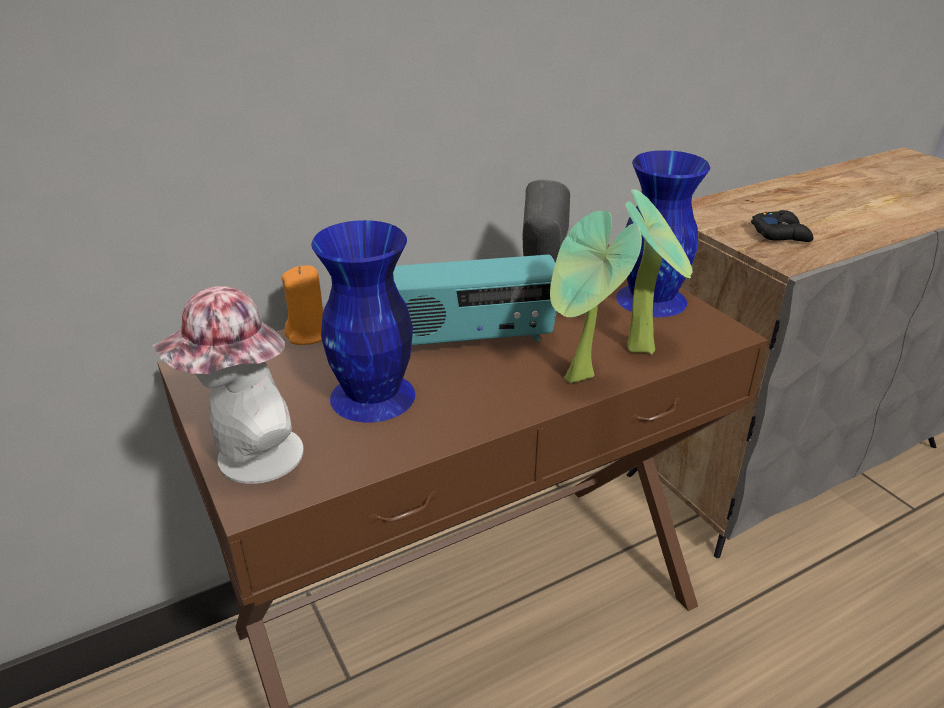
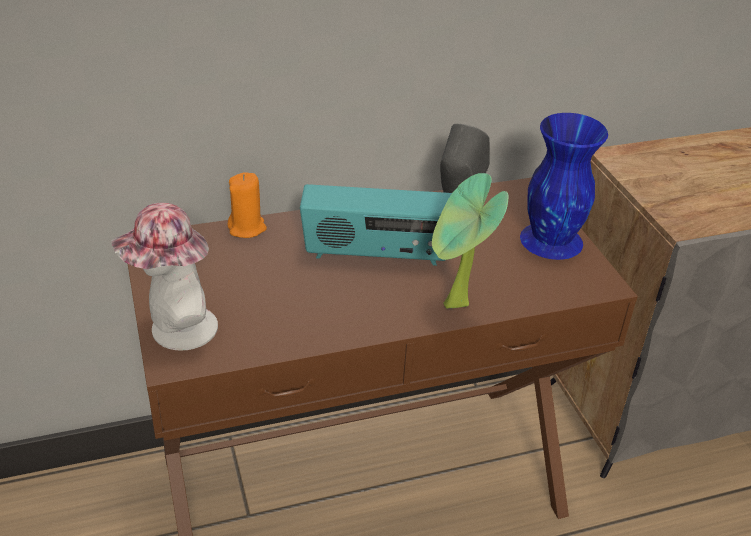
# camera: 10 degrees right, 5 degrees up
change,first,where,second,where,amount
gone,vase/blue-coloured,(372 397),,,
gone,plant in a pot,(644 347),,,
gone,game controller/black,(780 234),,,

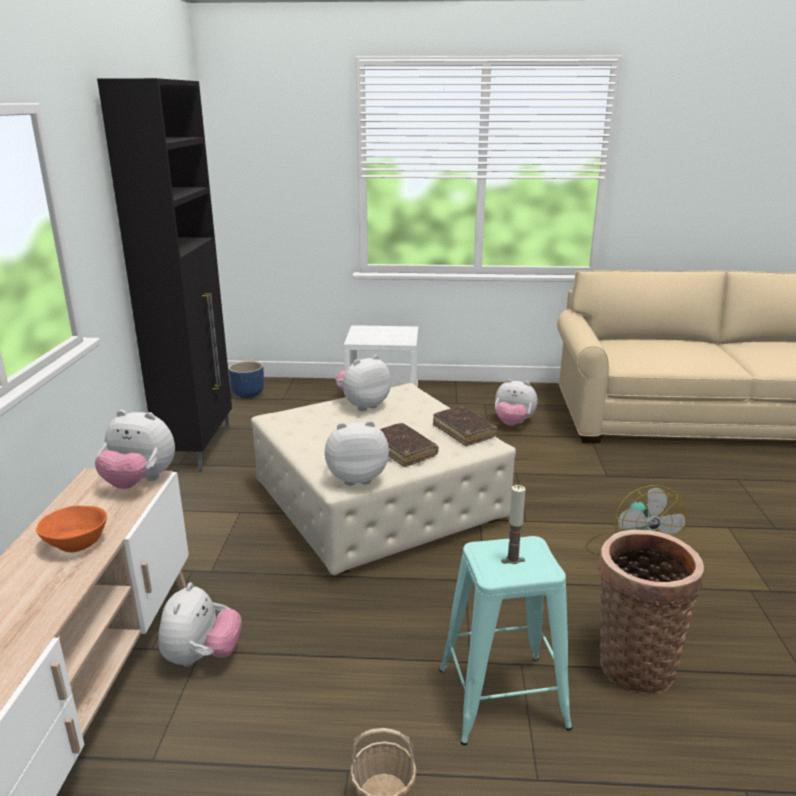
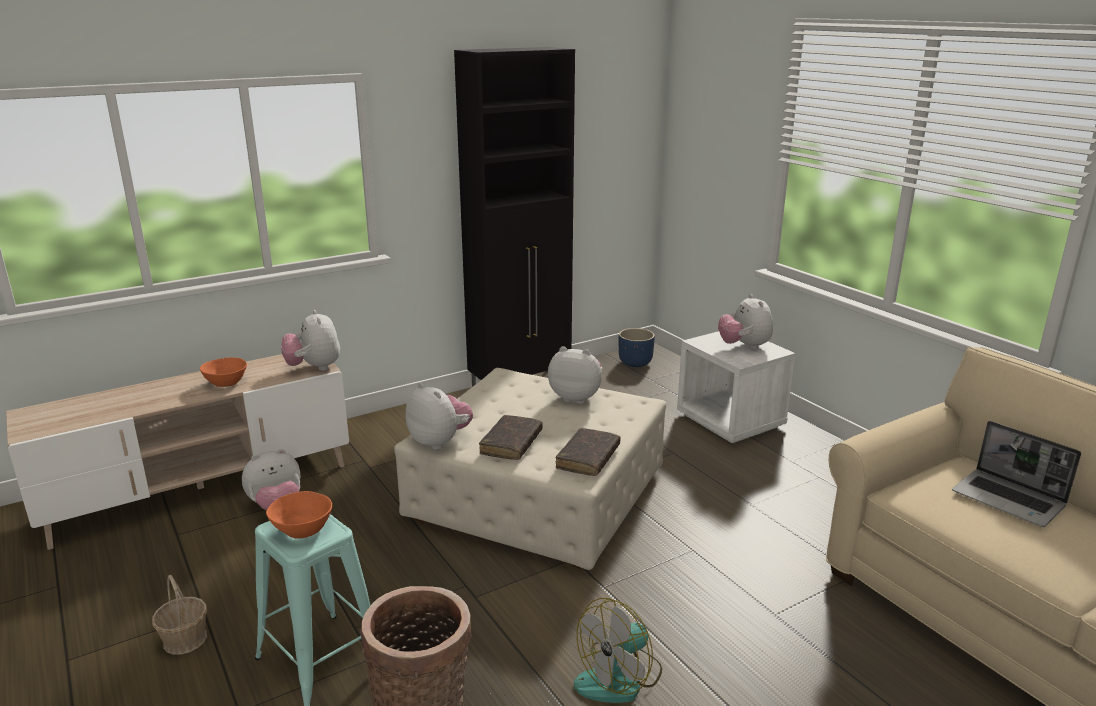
# camera: 55 degrees right, 0 degrees up
change,first,where,second,where,amount
shifted,cuddly toy,(513 423),,(744 346),
swapped,wax light,(513 559),bowl/orange-coloured,(303 529),
new,,,portable computer,(1009 499),

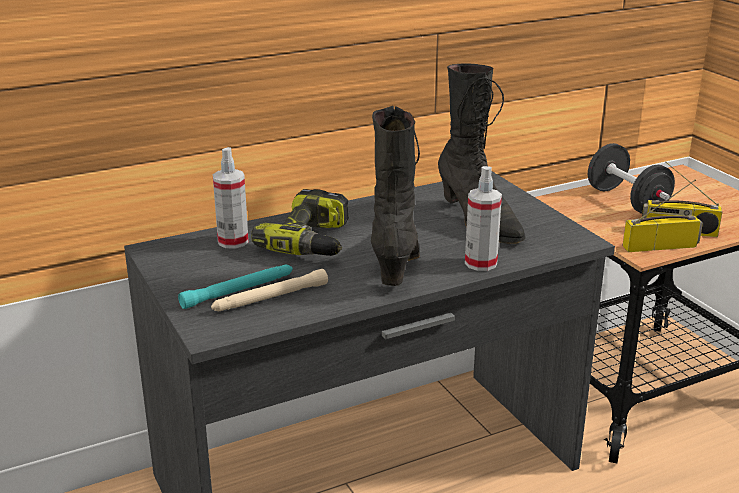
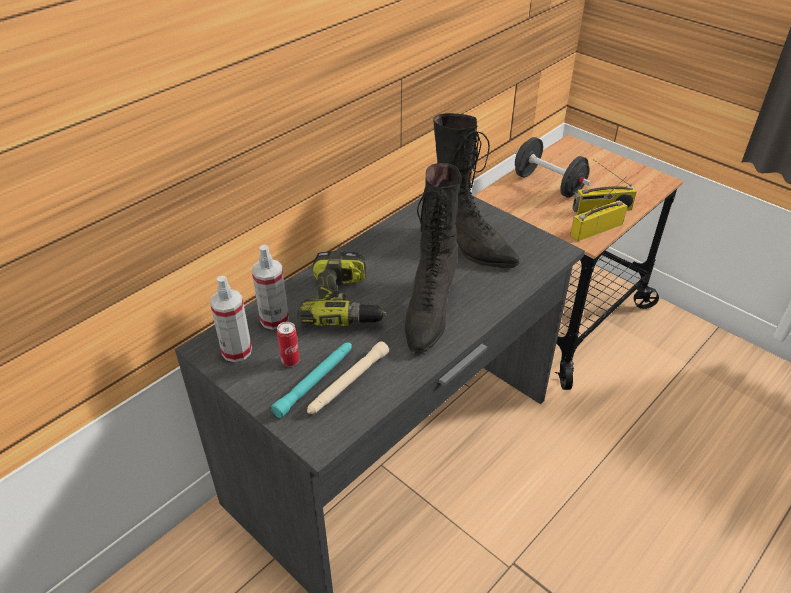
# camera: 20 degrees left, 15 degrees up
change,first,where,second,where,amount
rotated,boot/black,(396 263),,(429 312),150 degrees counterclockwise
shifted,sprayer,(480 263),,(236 351),
new,,,metal can,(290 361),

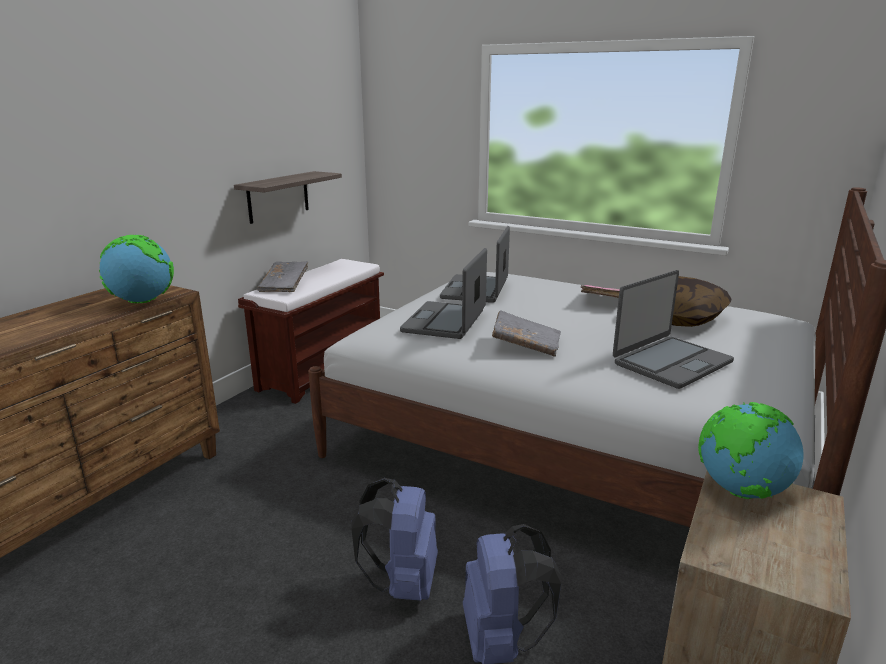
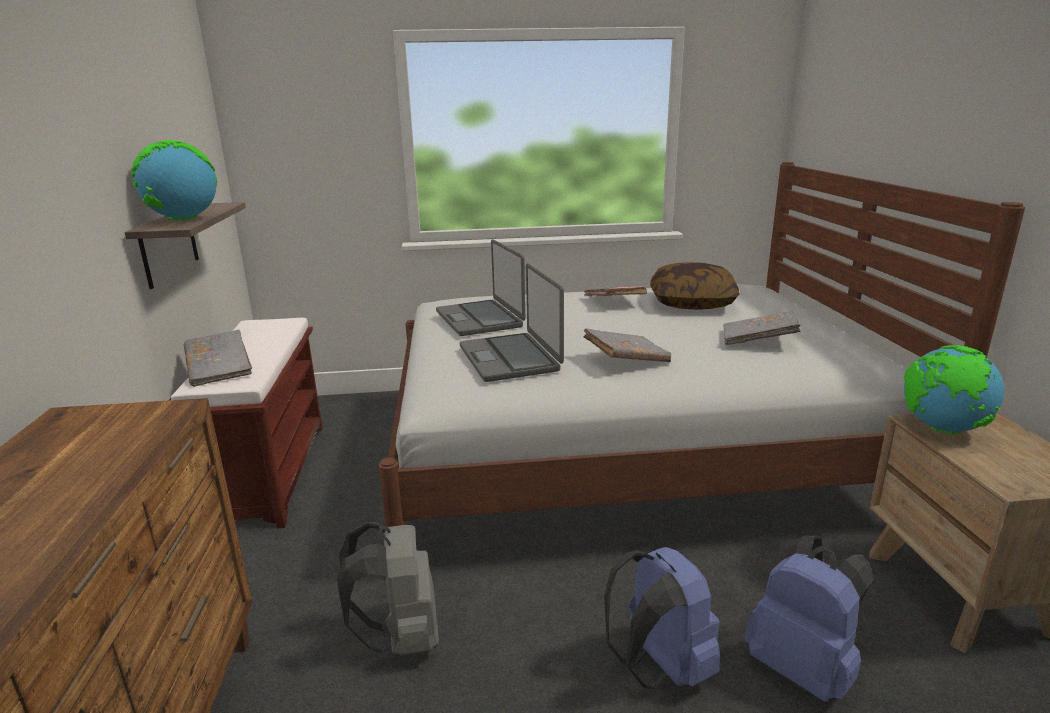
# camera: 35 degrees left, 0 degrees up
change,first,where,second,where,amount
shifted,world globe,(142 301),,(183 219),
swapped,portable computer,(671 362),bound book/grey,(758 340),
new,,,backpack/grey,(401 636),

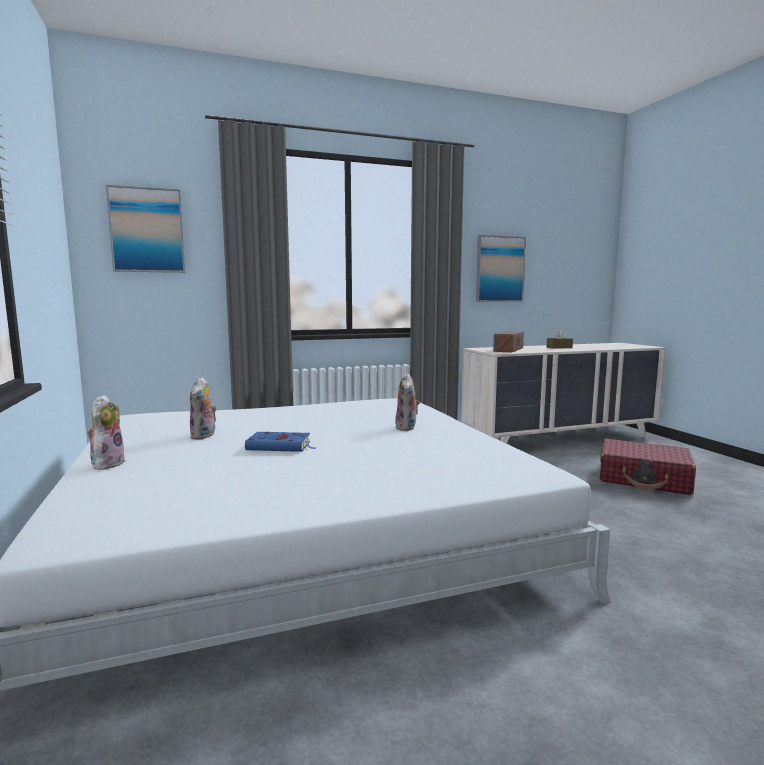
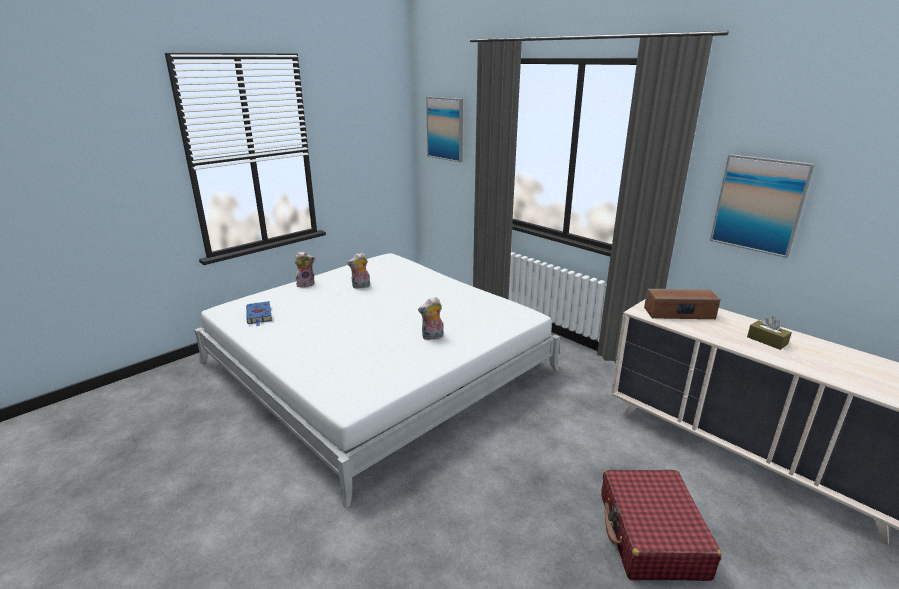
# camera: 65 degrees right, 15 degrees up
change,first,where,second,where,amount
shifted,bound book/blue-coloured,(280 446),,(259 315),

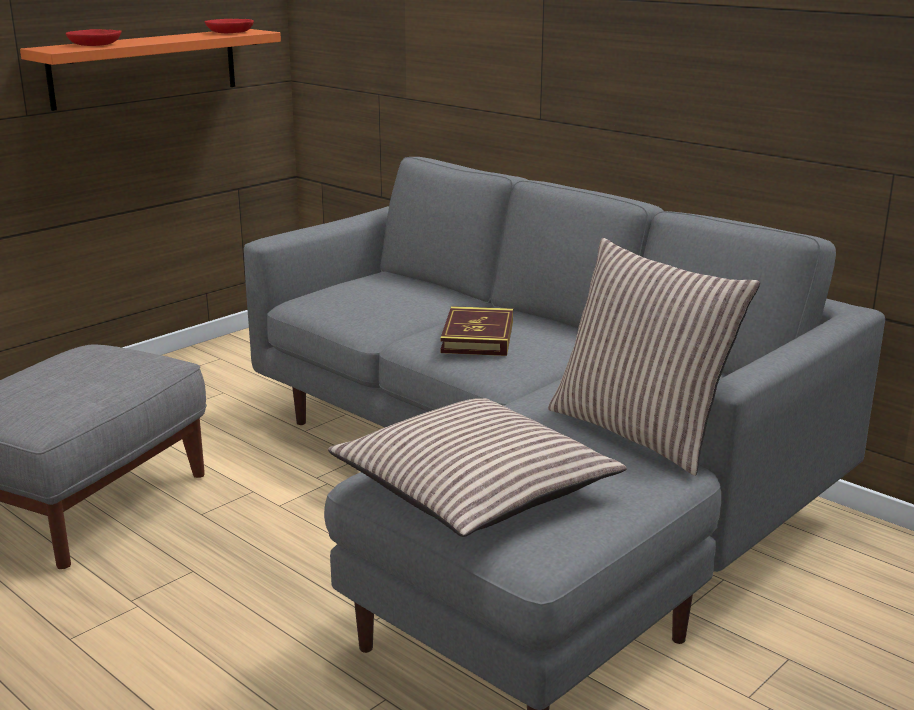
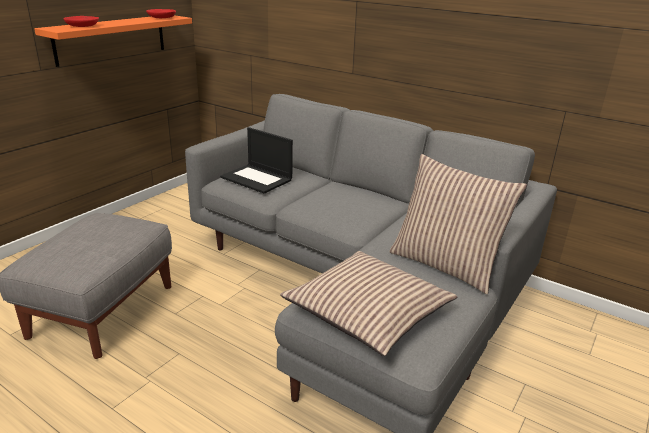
# camera: 10 degrees left, 5 degrees up
change,first,where,second,where,amount
gone,bound book,(477 337),,,
new,,,portable computer,(257 179),

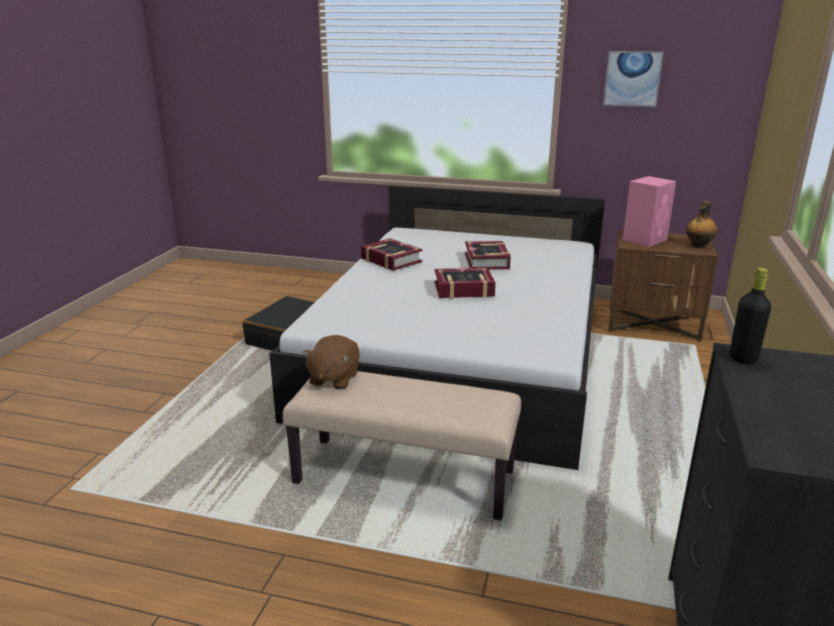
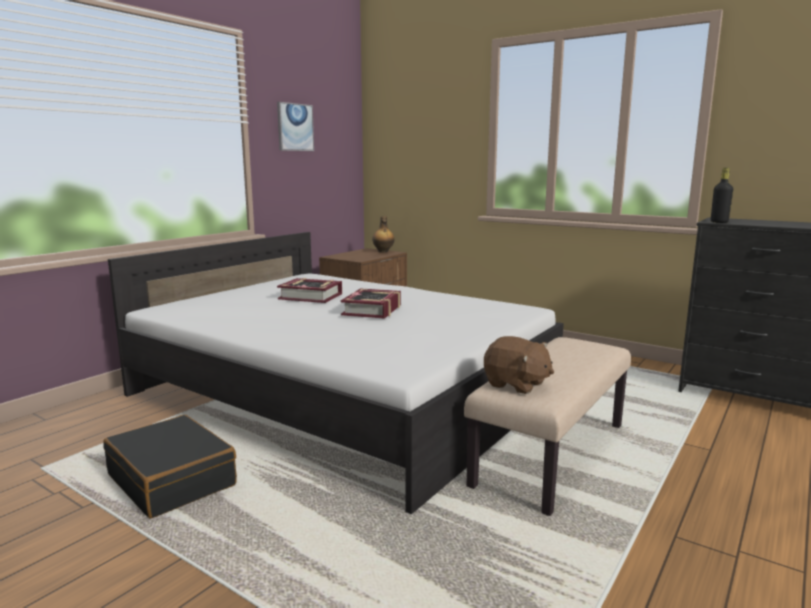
# camera: 70 degrees left, 10 degrees down
change,first,where,second,where,amount
gone,bound book,(391 260),,,
gone,loudspeaker/pink-coloured,(645 239),,,

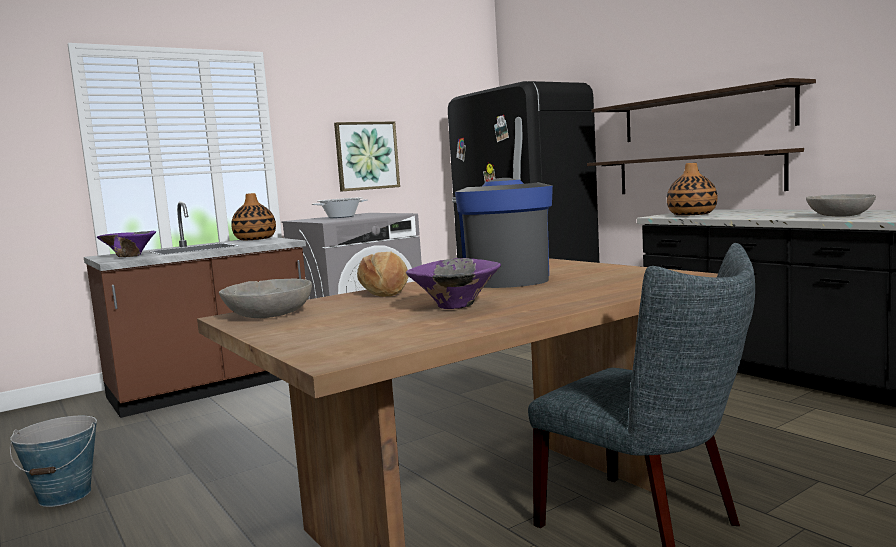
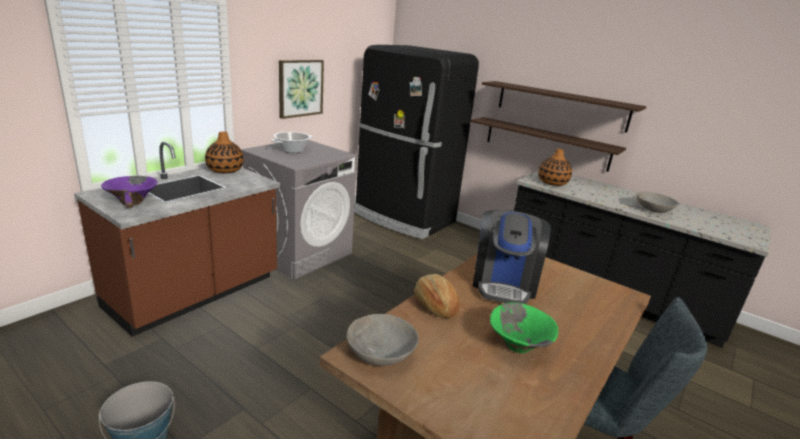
# camera: 20 degrees left, 15 degrees up
change,first,where,second,where,amount
repainted,bowl/purplish,(455 307),bowl/green-coloured,(517 346),
rotated,coffee machine,(506 278),,(504 284),150 degrees counterclockwise

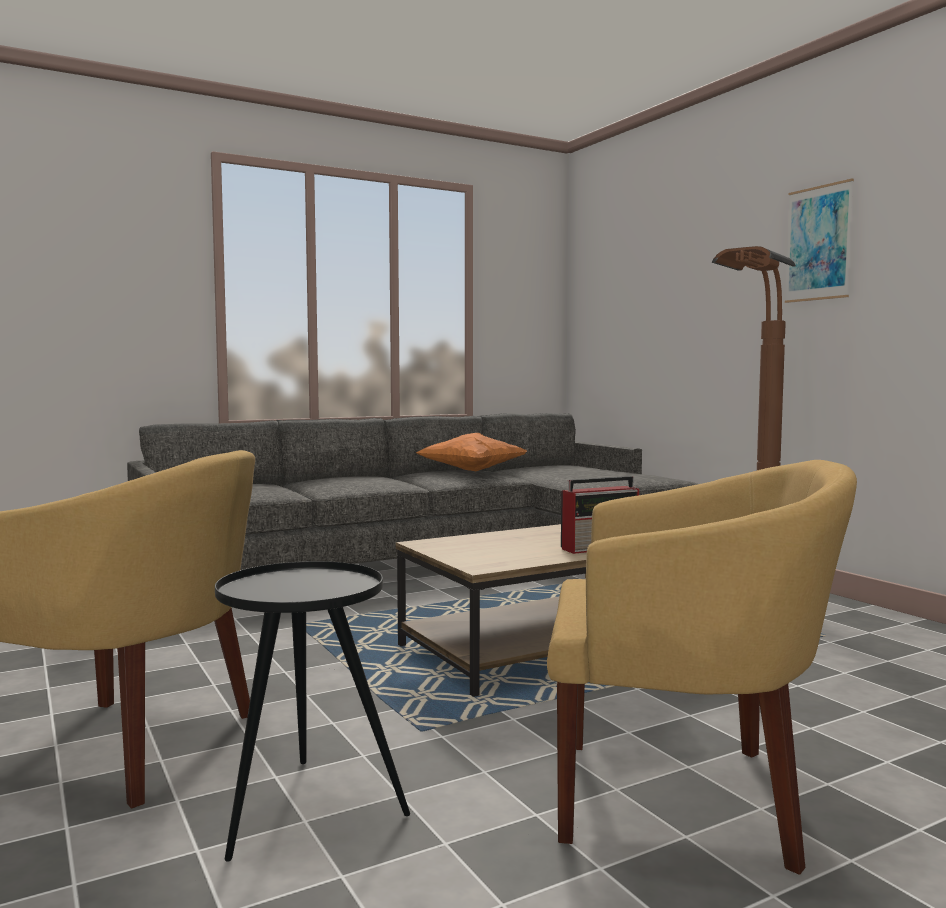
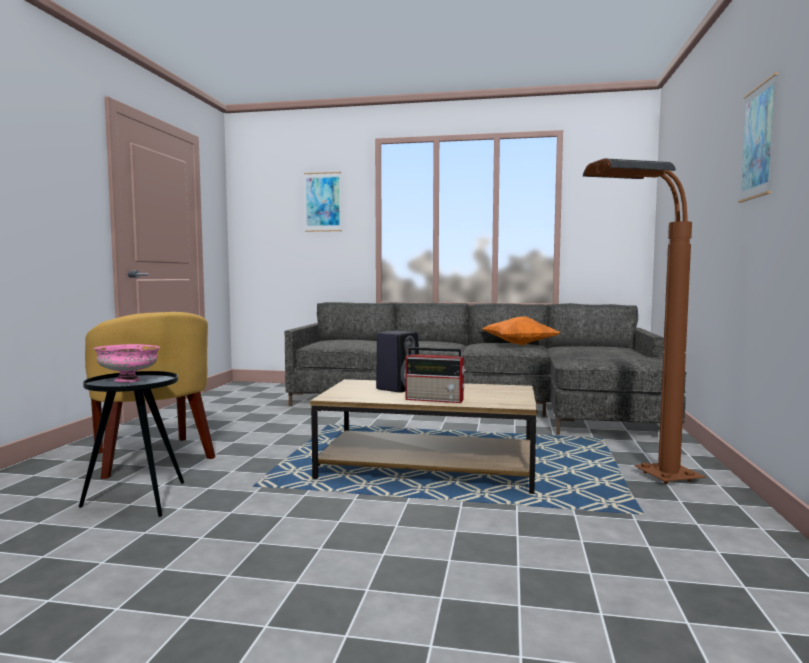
# camera: 40 degrees right, 0 degrees up
change,first,where,second,where,amount
gone,armchair/yellow,(684 798),,,
new,,,bowl/pink-coloured,(128 380),
new,,,picture,(323 202),
new,,,loudspeaker/black,(398 388),

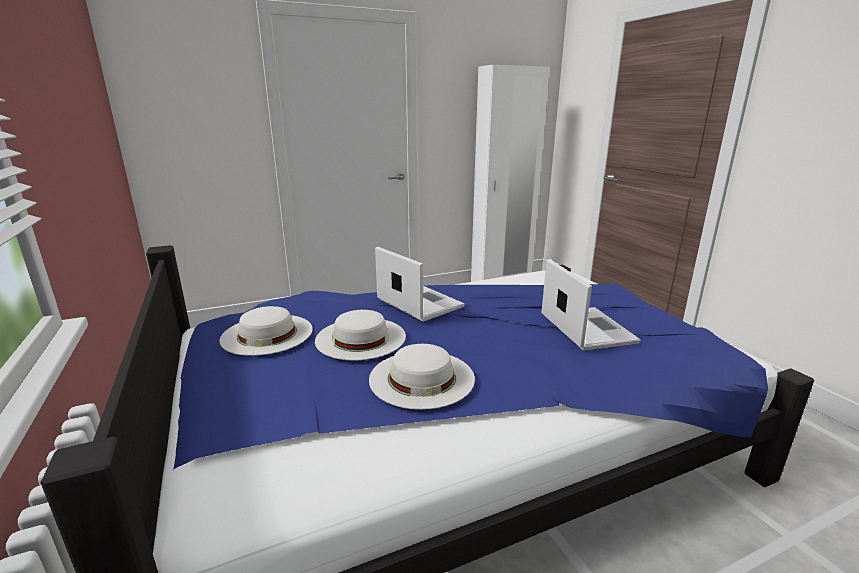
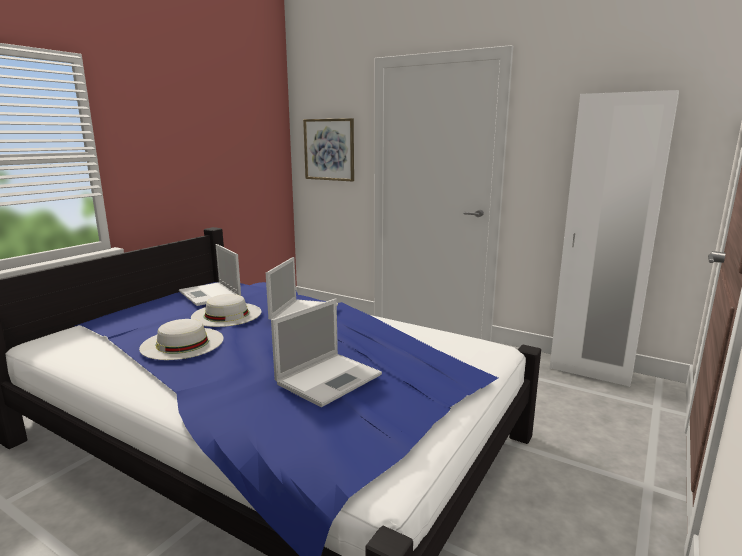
# camera: 55 degrees right, 5 degrees down
change,first,where,second,where,amount
swapped,clothing hat/white-coloured,(267 334),portable computer,(210 294),
new,,,picture,(329 149),

